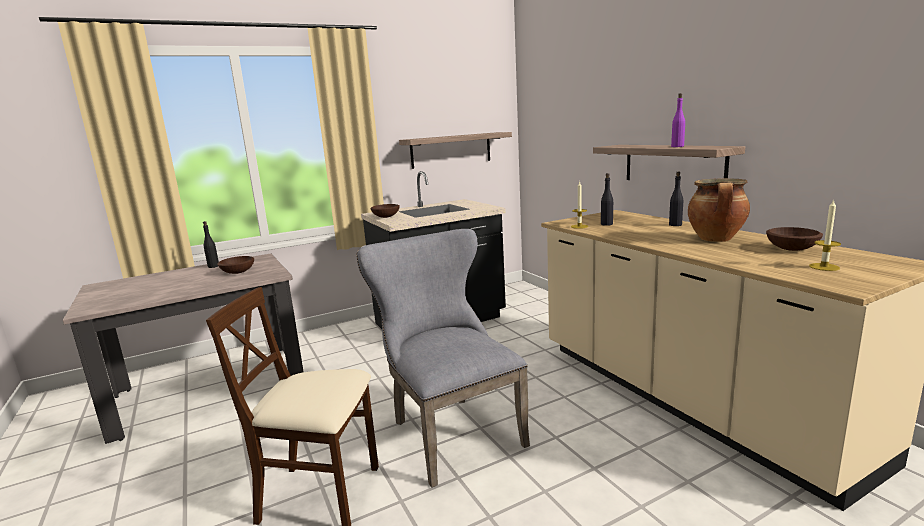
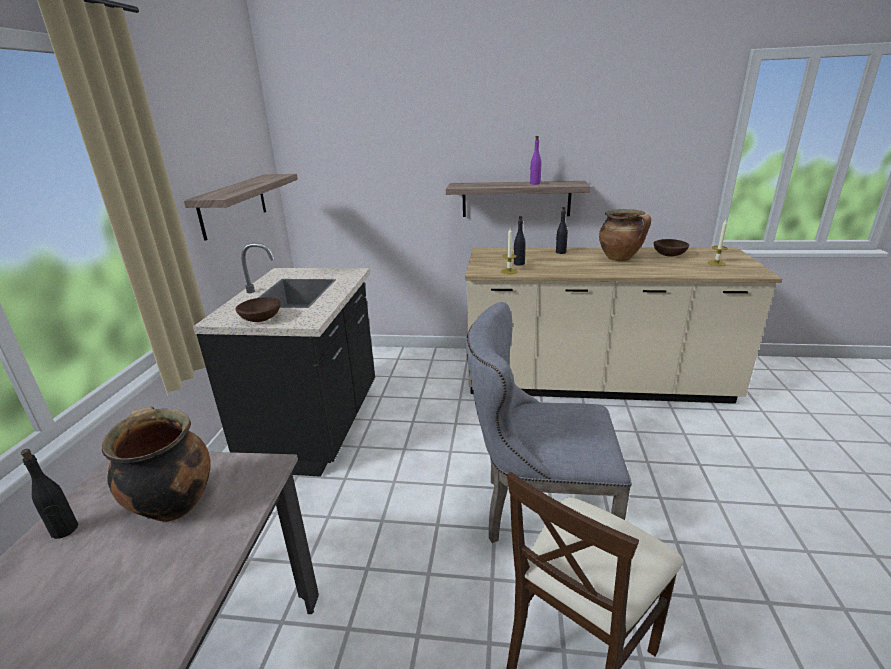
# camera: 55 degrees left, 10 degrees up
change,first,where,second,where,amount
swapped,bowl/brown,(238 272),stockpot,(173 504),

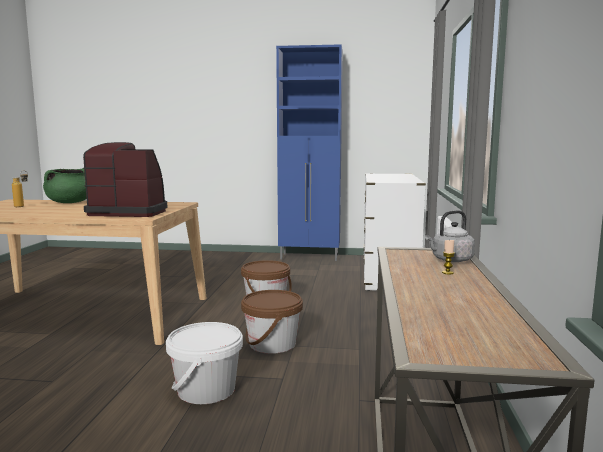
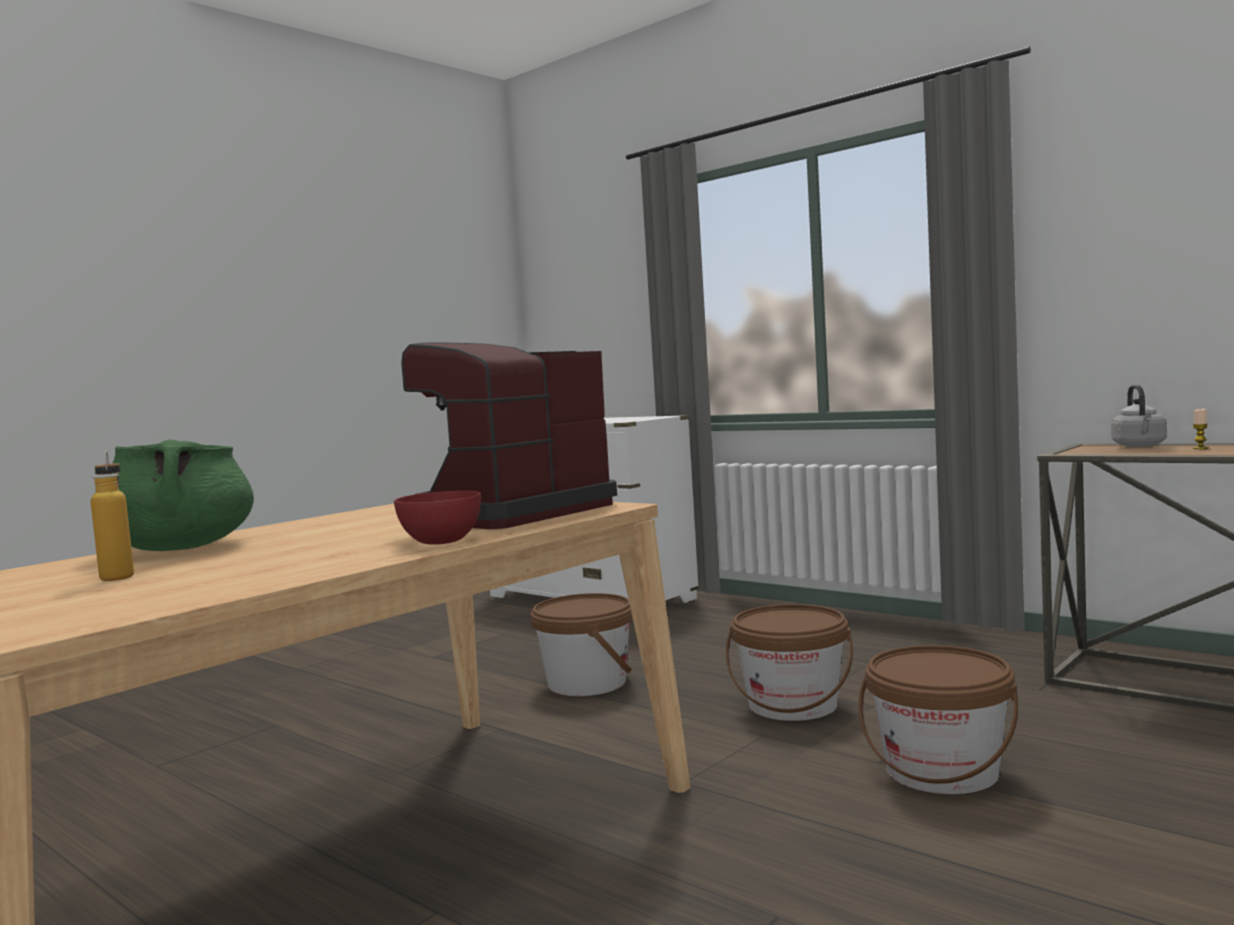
# camera: 55 degrees left, 5 degrees down
change,first,where,second,where,amount
repainted,water bucket/white-coloured,(206 390),water bucket/brown,(941 771),
gone,cupboard/blue-coloured,(310 257),,,
new,,,bowl/red,(440 542),

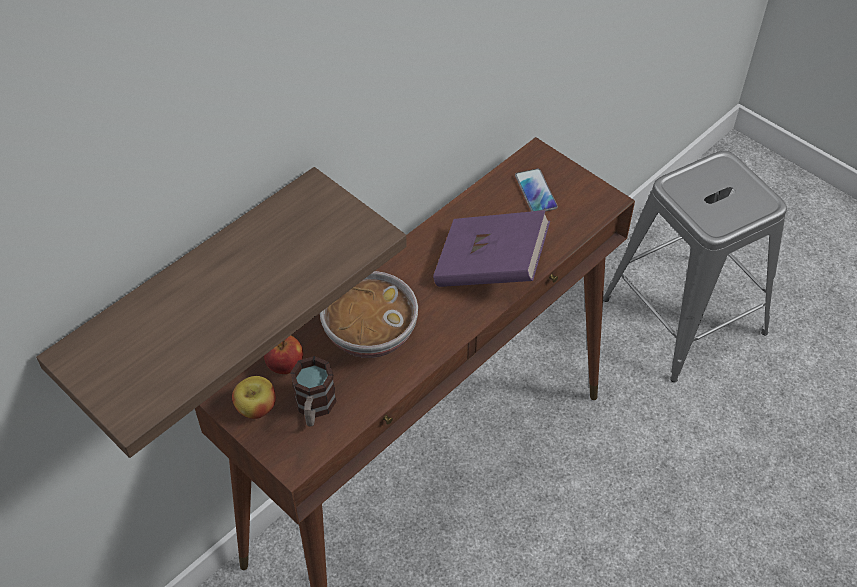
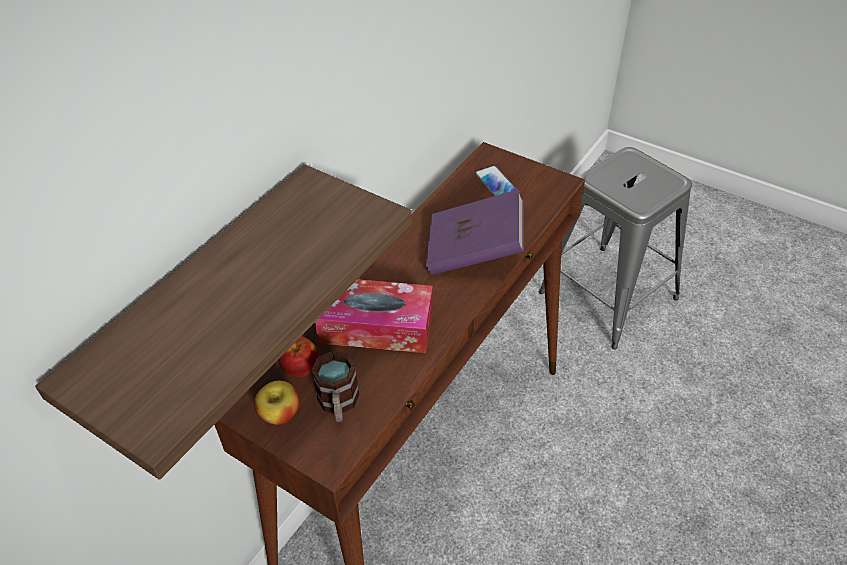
# camera: 10 degrees left, 5 degrees down
change,first,where,second,where,amount
swapped,bowl,(369 333),box of tissues,(376 326),

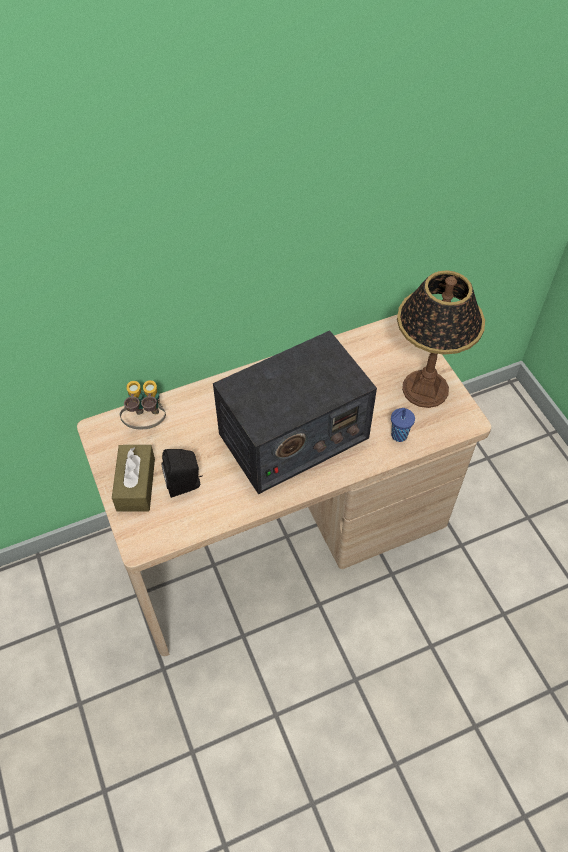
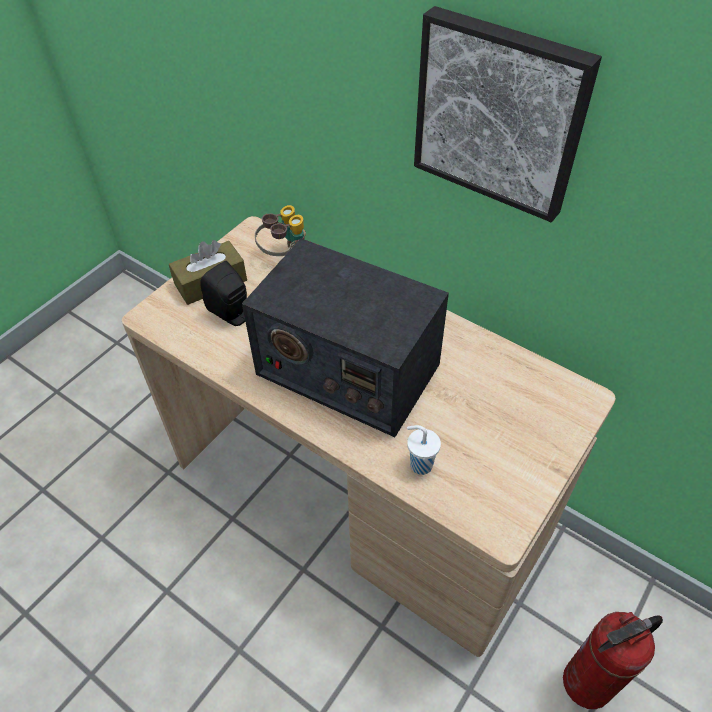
# camera: 60 degrees right, 5 degrees down
change,first,where,second,where,amount
repainted,cup/blue-coloured,(398 436),cup/white-coloured,(419 464),
gone,tabletop lamp,(424 389),,,
new,,,picture,(500 113),
new,,,fire extinguisher,(587 684),

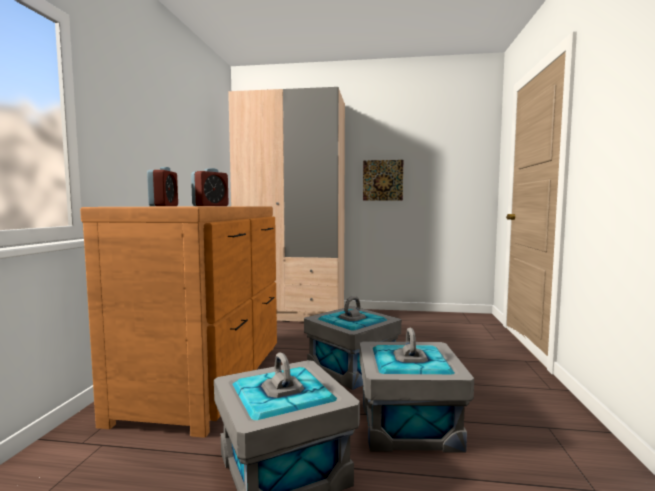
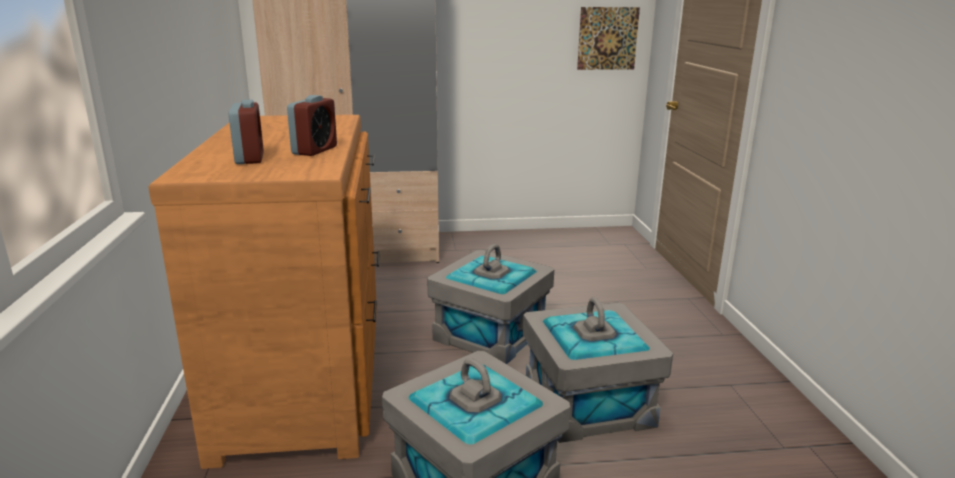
# camera: 15 degrees left, 15 degrees up
change,first,where,second,where,amount
shifted,picture,(382 180),,(607 38),

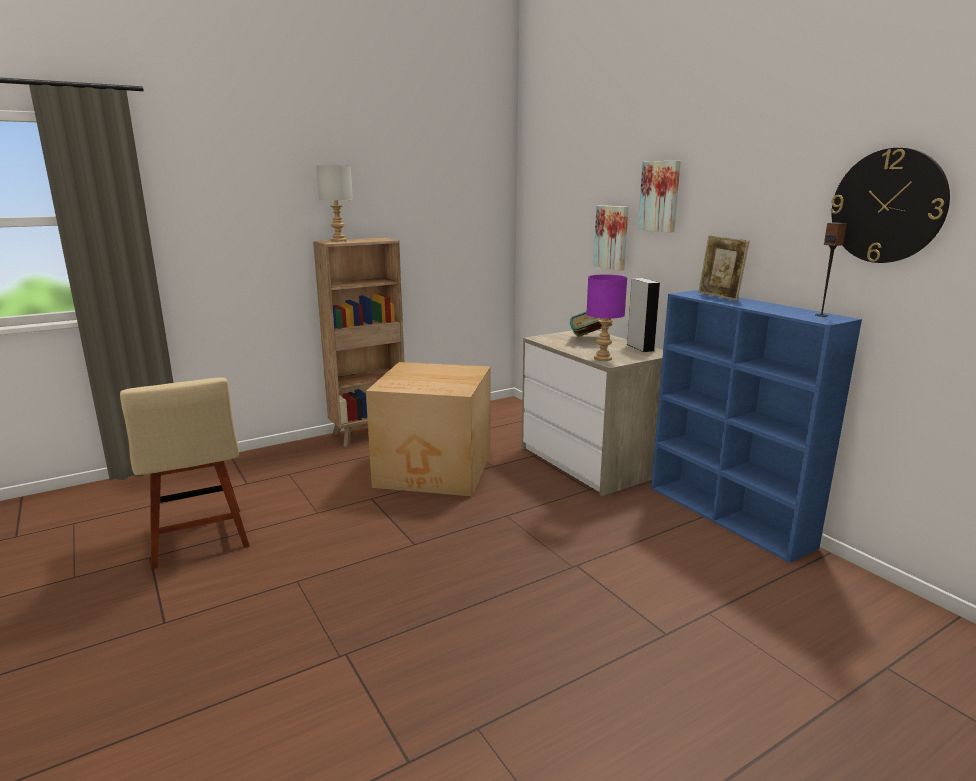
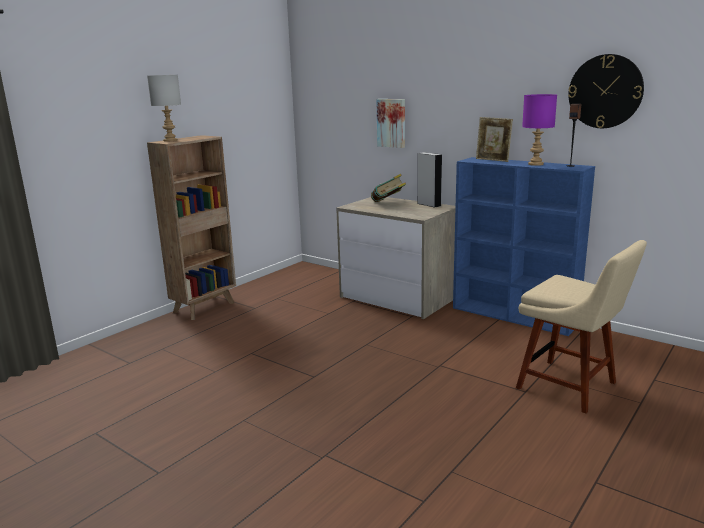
# camera: 20 degrees left, 0 degrees up
change,first,where,second,where,amount
shifted,plain chair/beige,(199 540),,(571 387),
gone,packing box,(435 470),,,
shifted,tabletop lamp/purplish,(602 358),,(535 164),
gone,picture,(660 196),,,

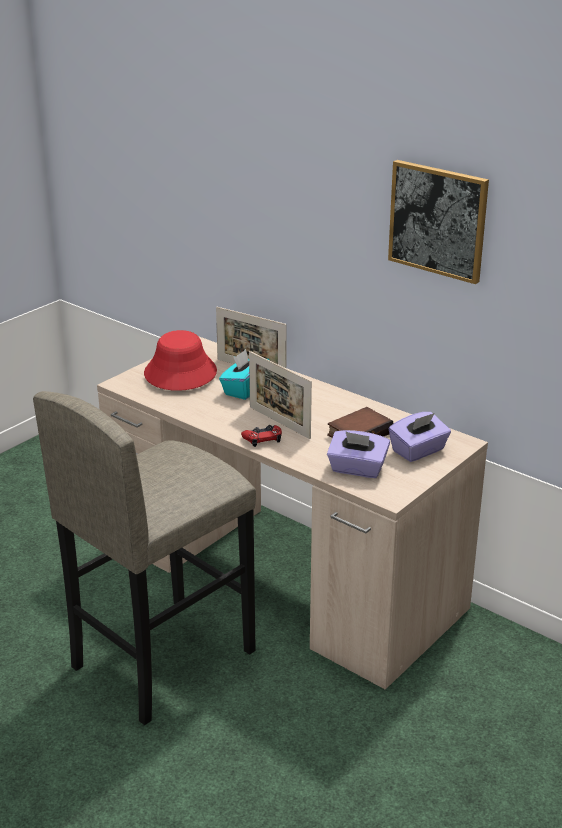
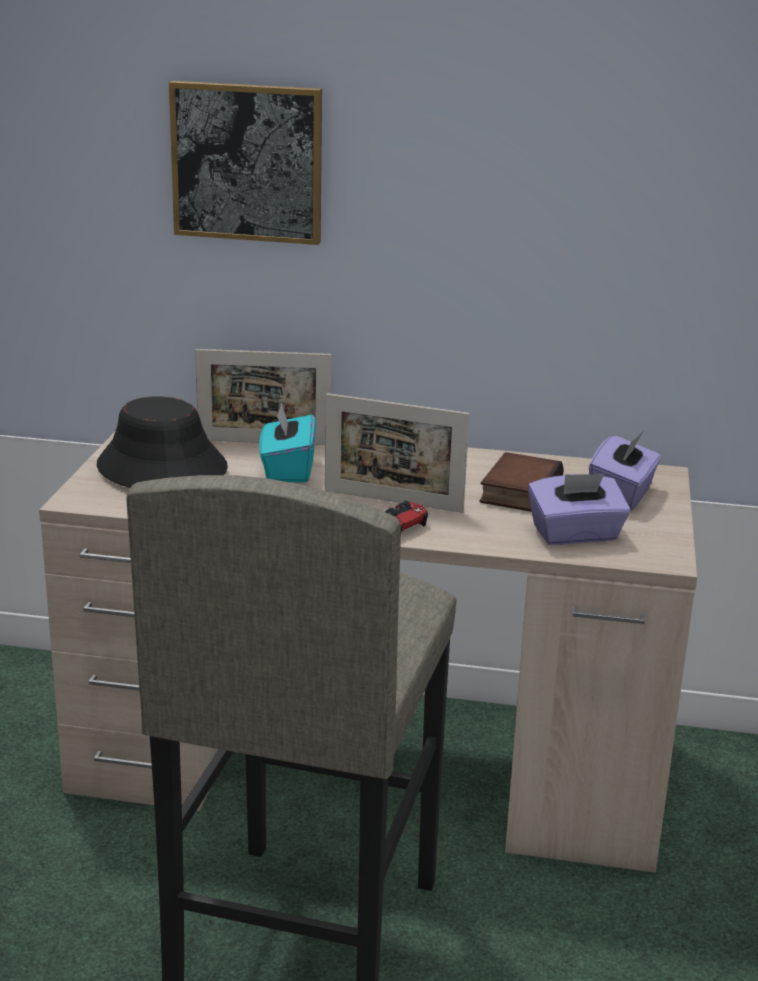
# camera: 30 degrees left, 5 degrees down
change,first,where,second,where,amount
repainted,clothing hat/red,(180 373),clothing hat/black,(161 468),
shifted,picture,(438 220),,(247 162),

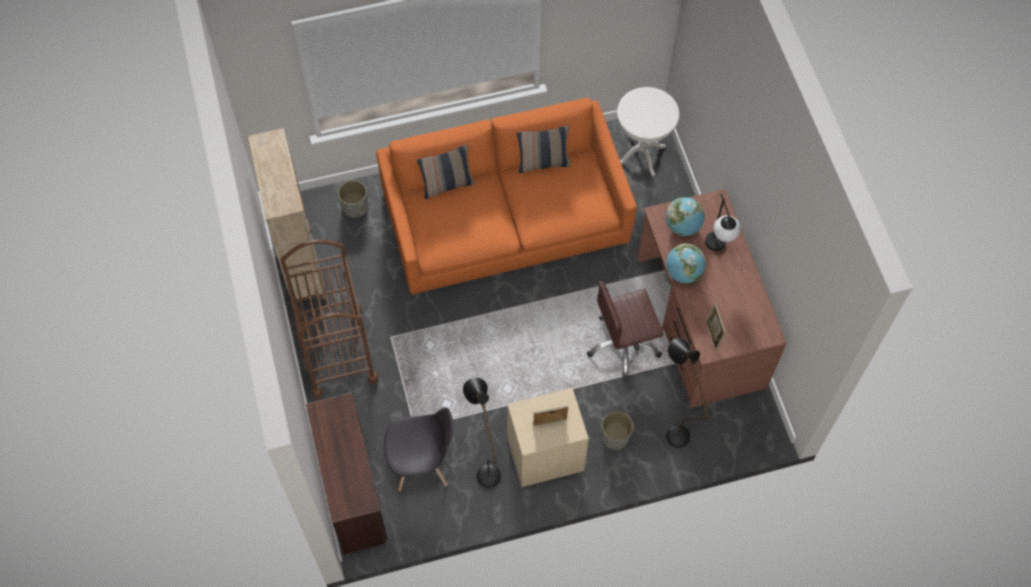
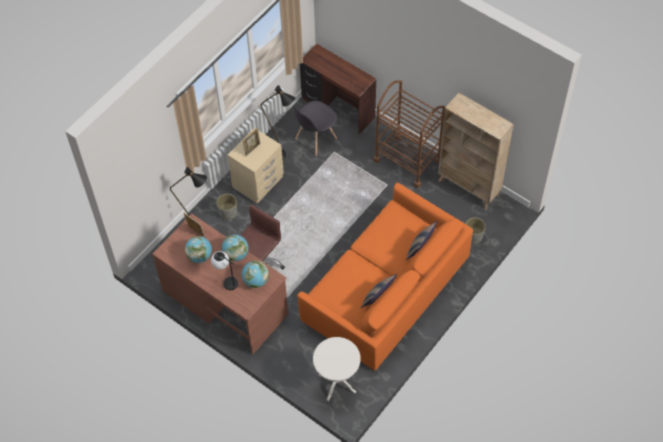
# camera: 145 degrees right, 5 degrees down
change,first,where,second,where,amount
new,,,world globe,(199 256),

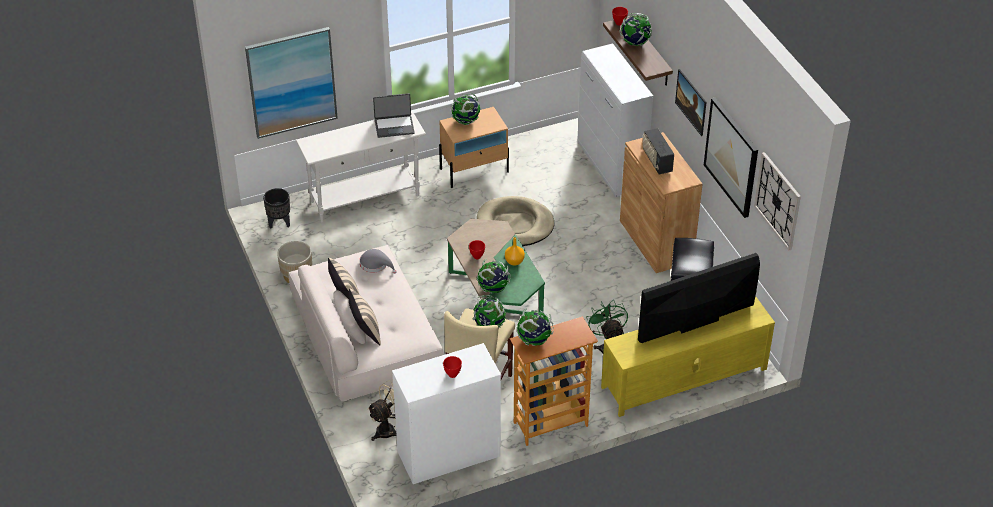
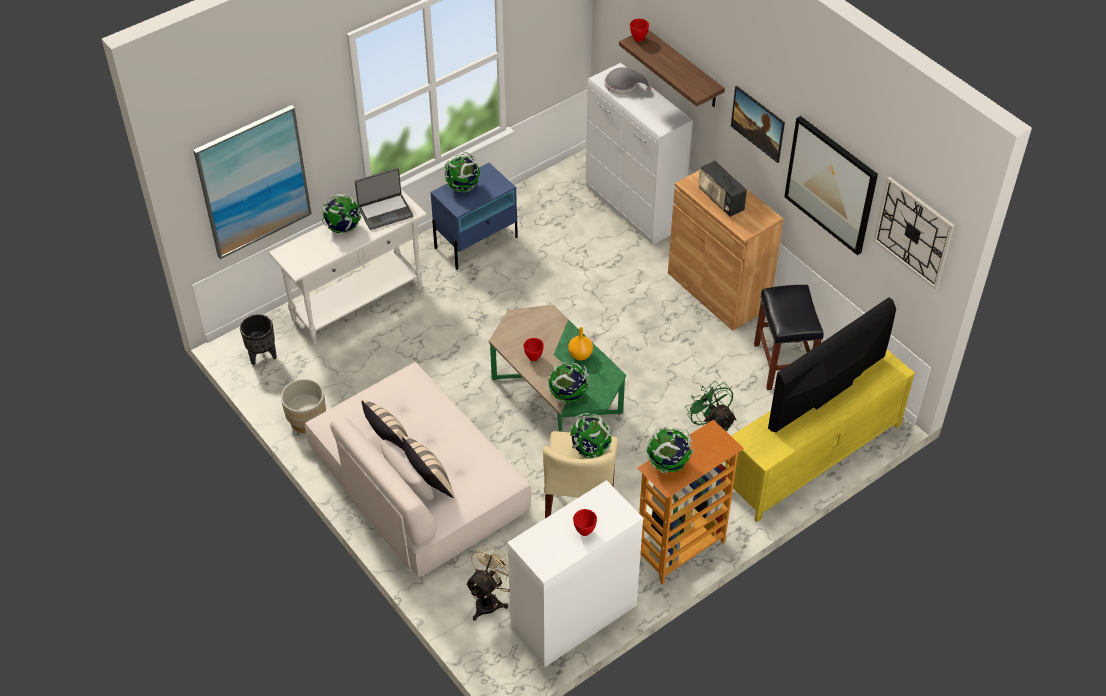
# camera: 15 degrees left, 5 degrees up
change,first,where,second,where,amount
shifted,clothing hat/grey,(376 264),,(623 85),
repainted,nightstand/beige,(474 170),nightstand/blue-coloured,(476 242),
gone,dog bed/beige,(515 224),,,
shifted,world globe,(635 43),,(343 228),

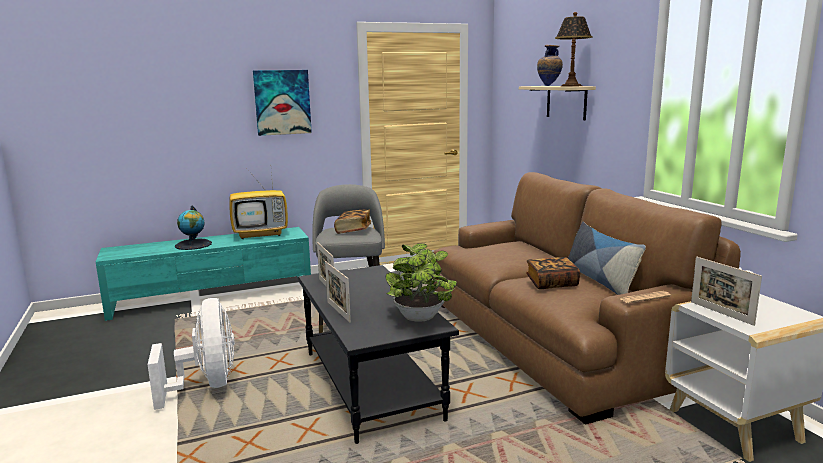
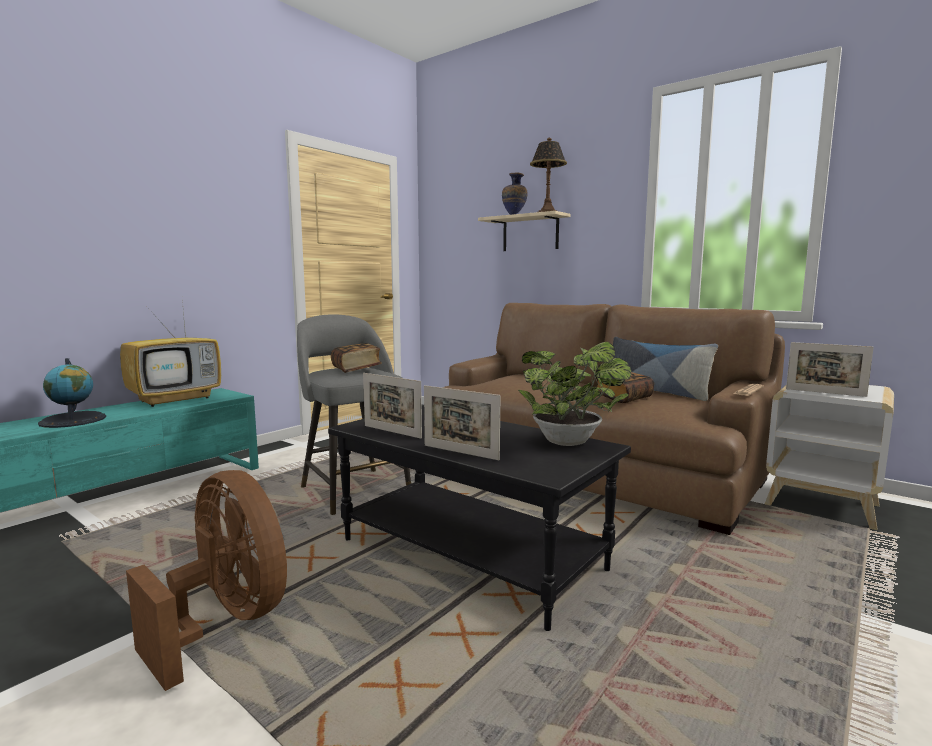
# camera: 30 degrees left, 5 degrees down
change,first,where,second,where,amount
repainted,fan/white-coloured,(206 385),fan/brown,(226 622),
gone,picture,(282 102),,,

